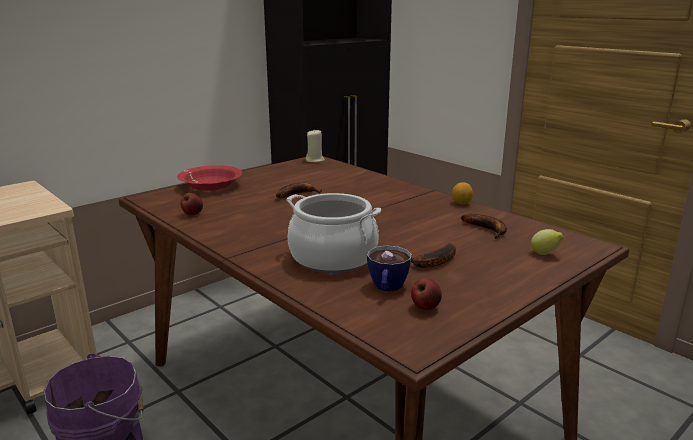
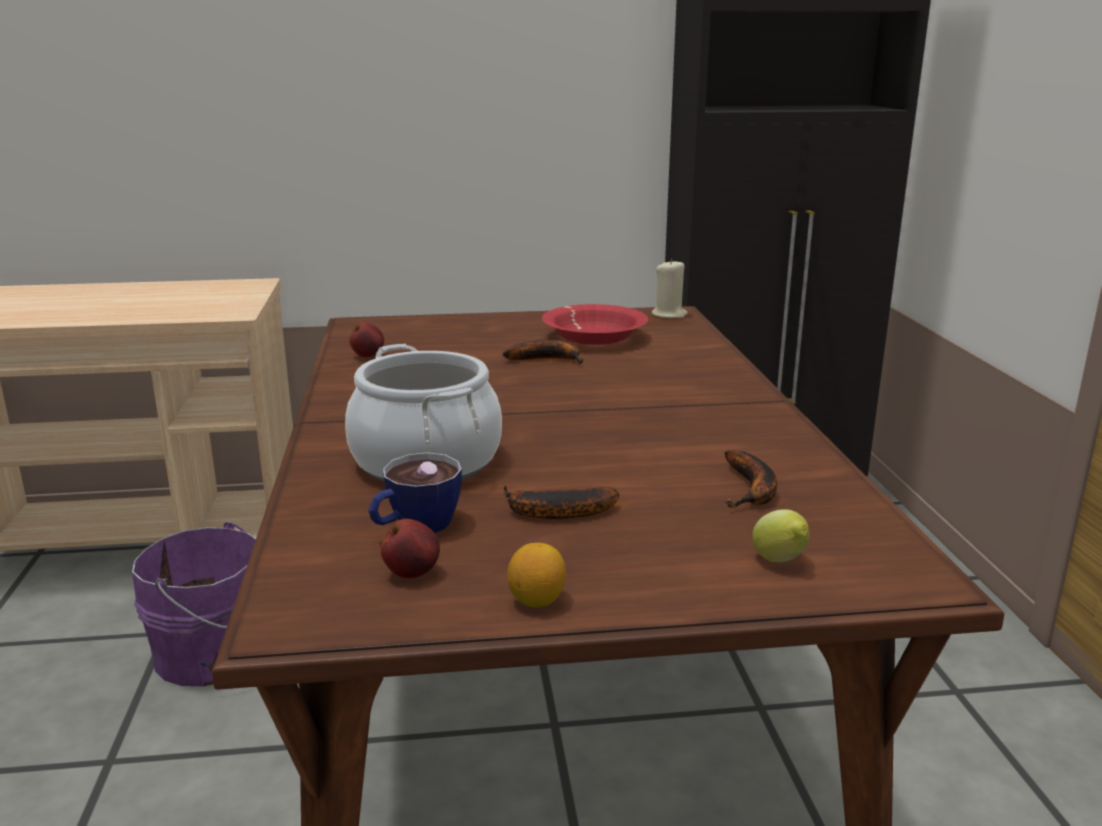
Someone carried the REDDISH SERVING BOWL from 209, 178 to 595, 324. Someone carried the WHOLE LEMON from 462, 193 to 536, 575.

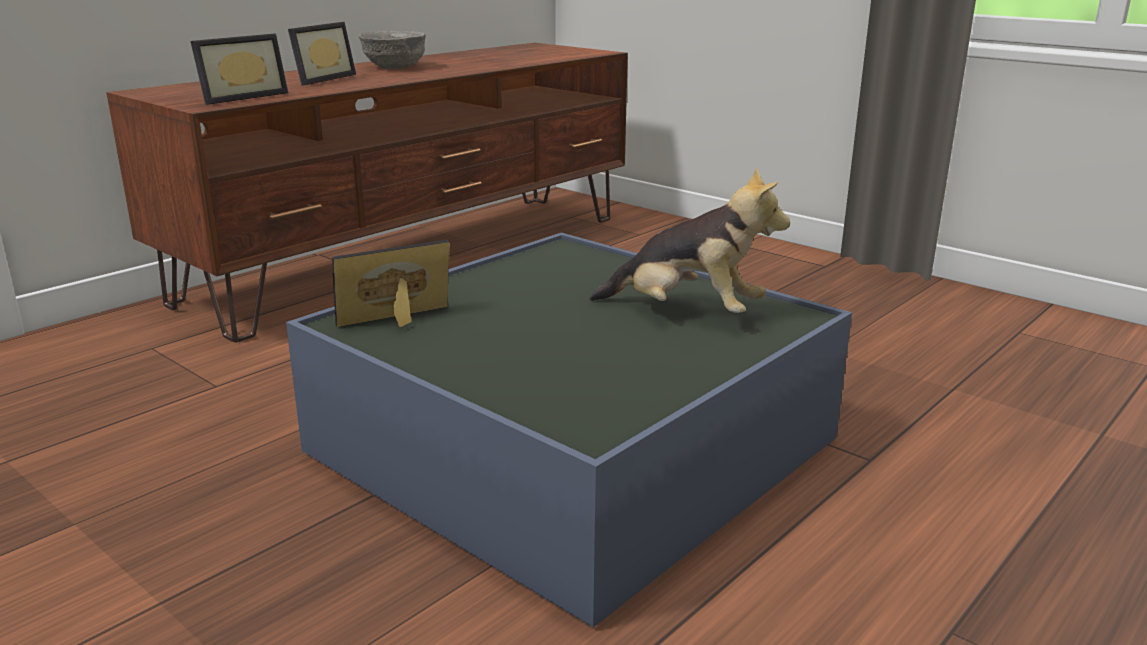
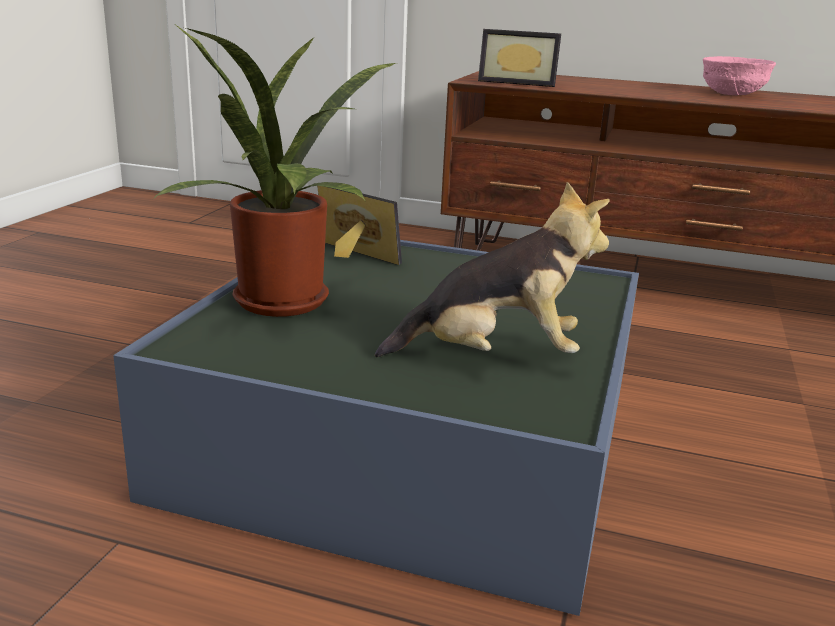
Someone took away the PHOTO FRAME at 322, 54. Someone repainted the GRAY SERVING BOWL at 392, 50, which became the PINK SERVING BOWL at 739, 75. Someone rotated the SOFT TOY at 689, 240 by 90 degrees counterclockwise. Someone put down the PLANT IN A POT at 274, 171.

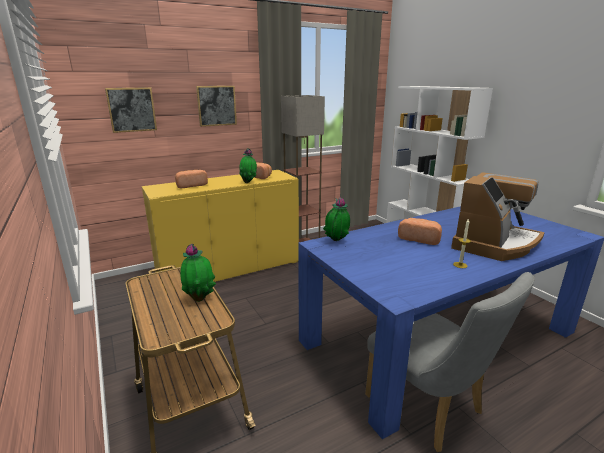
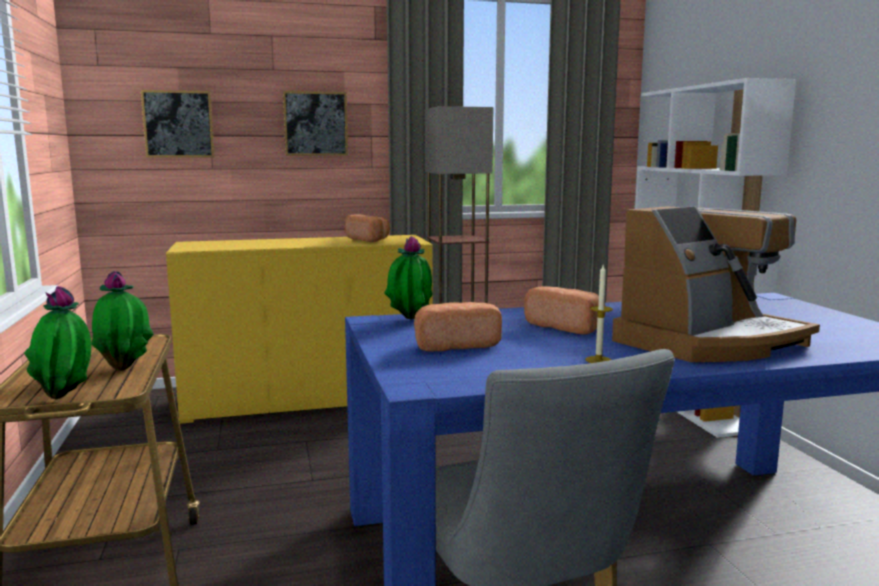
Someone carried the BAKERY BREAD from 191, 179 to 458, 326. Someone carried the PLANT IN A POT from 248, 165 to 57, 342.

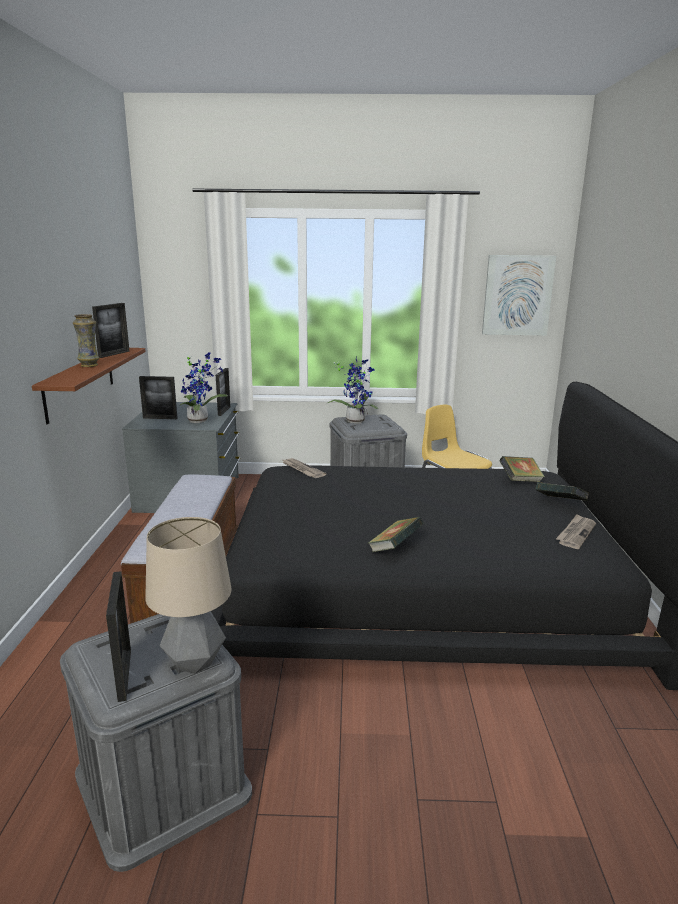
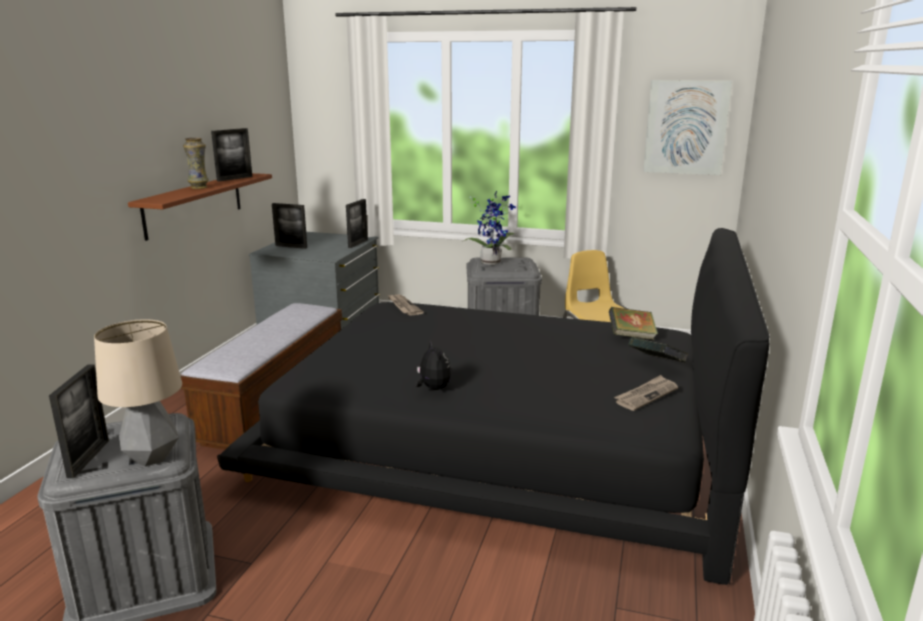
Someone took away the PLANT IN A POT at 203, 387. Someone swapped the VOLUME at 396, 534 for the SOFT TOY at 433, 365.

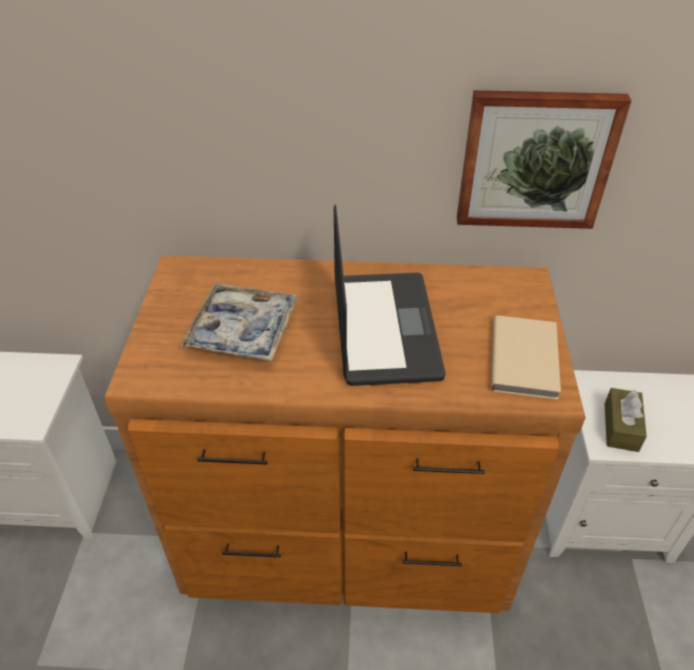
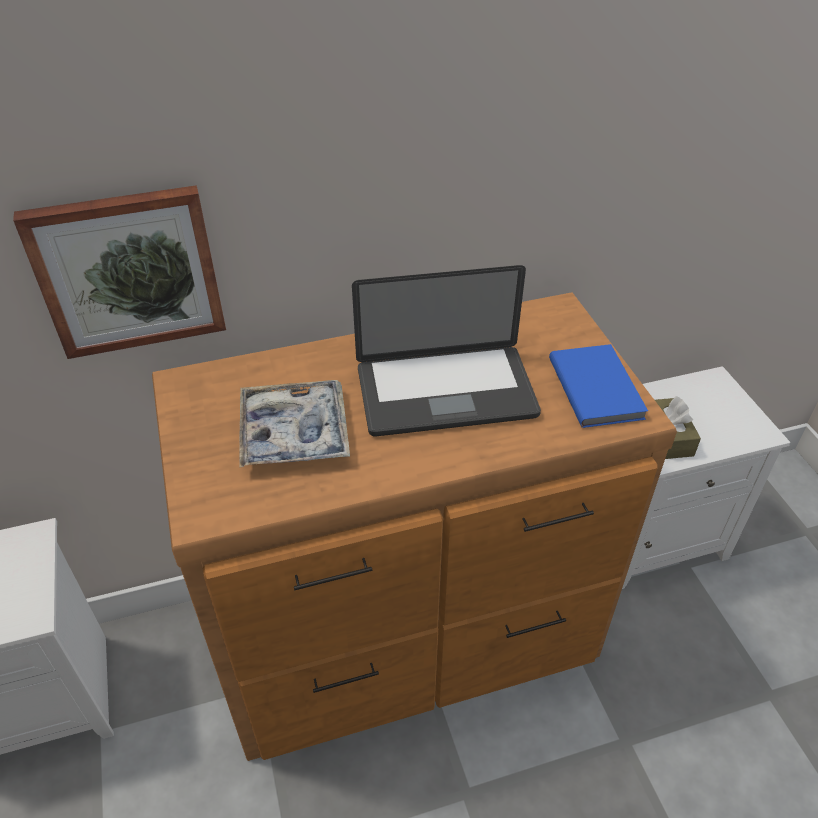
Someone rotated the PORTABLE COMPUTER at 389, 295 by 105 degrees clockwise. Someone carried the WALL ART from 544, 159 to 119, 272. Someone repainted the BEIGE-COLOURED VOLUME at 526, 357, which became the BLUE VOLUME at 598, 386.

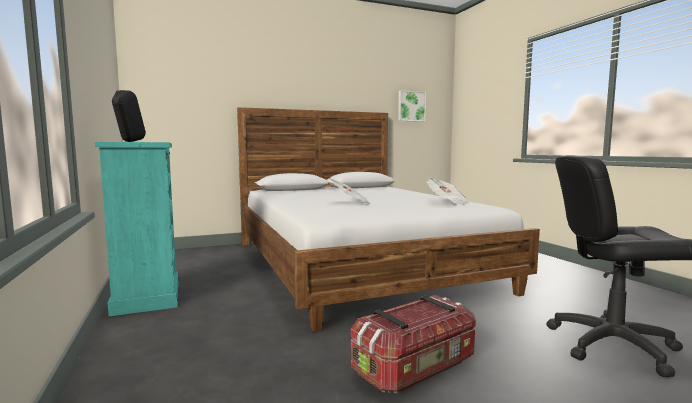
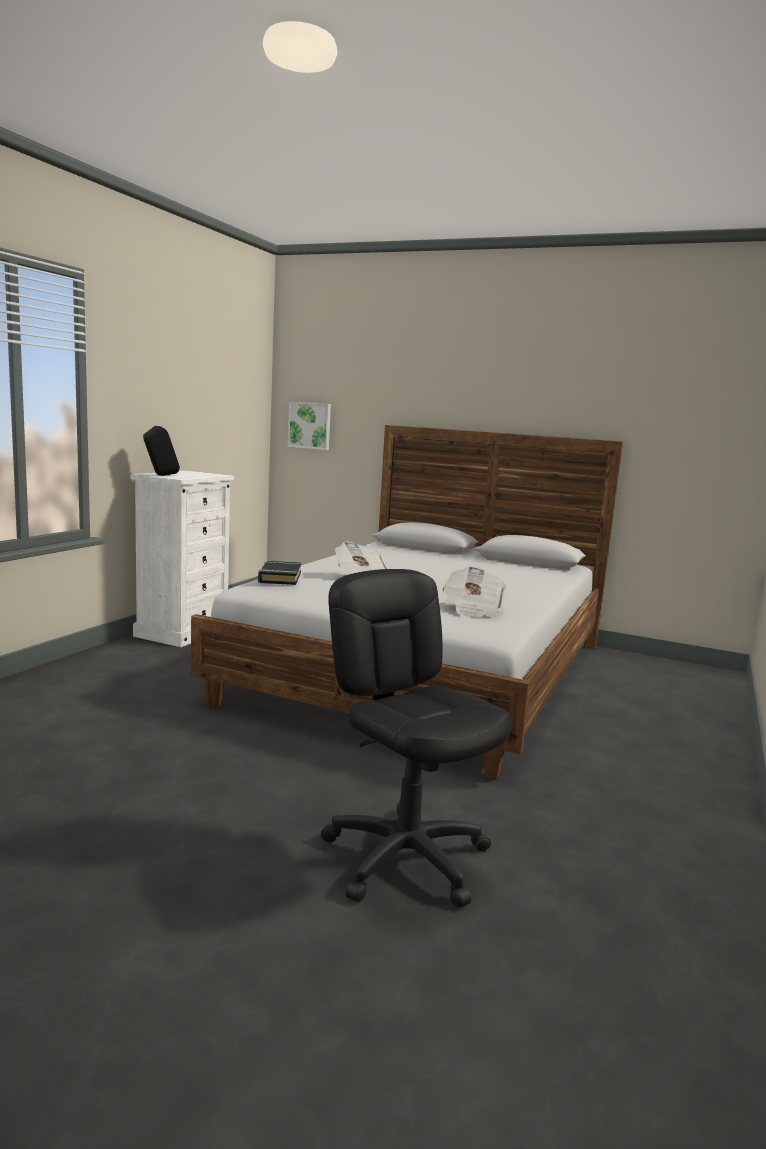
Someone repainted the BLUE-GREEN DRAWER CHEST at 137, 229, which became the WHITE-COLOURED DRAWER CHEST at 182, 558. Someone took away the STORAGE BIN at 413, 344. Someone carried the WALL ART from 412, 106 to 309, 426. Someone put down the BLACKISH VOLUME at 280, 572.

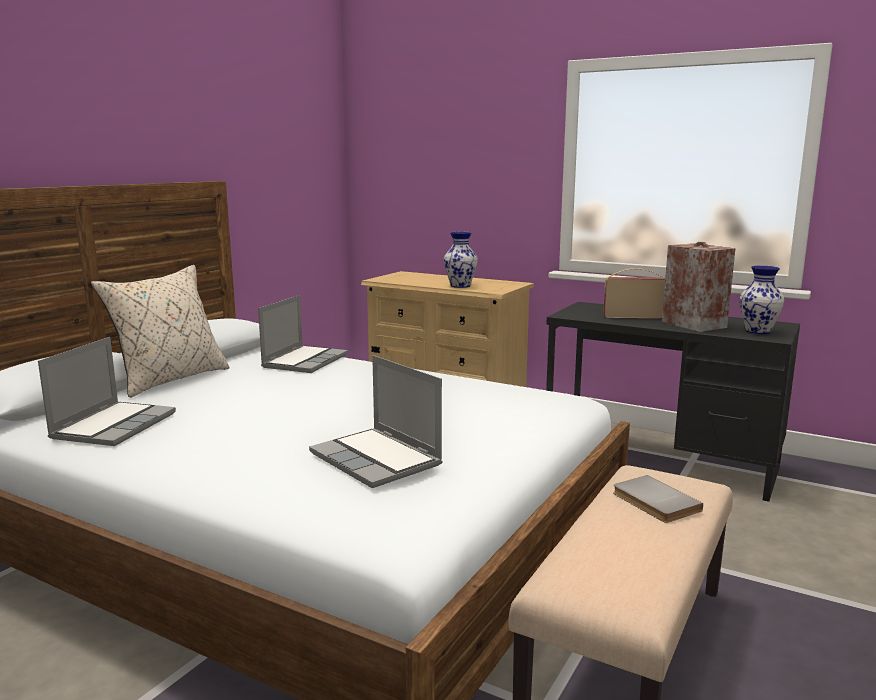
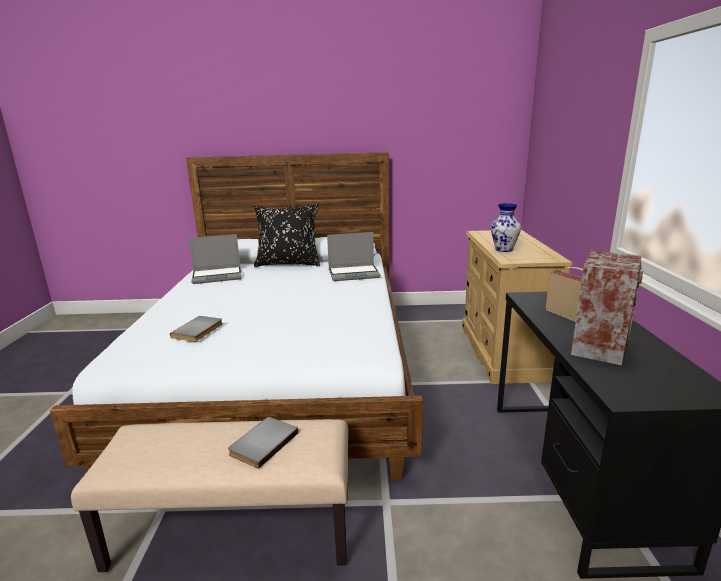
Someone repainted the BEIGE-COLOURED PILLOW at 160, 331, which became the BLACKISH PILLOW at 287, 235. Someone swapped the PORTABLE COMPUTER at 376, 421 for the GRAY VOLUME at 196, 329. Someone took away the FLOWER VASE at 762, 300.

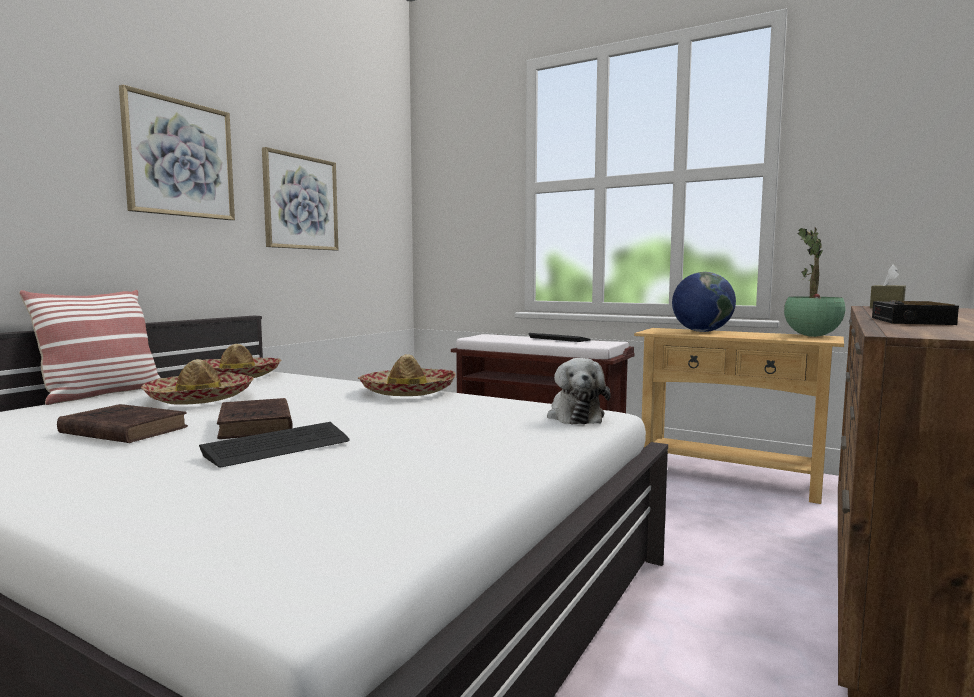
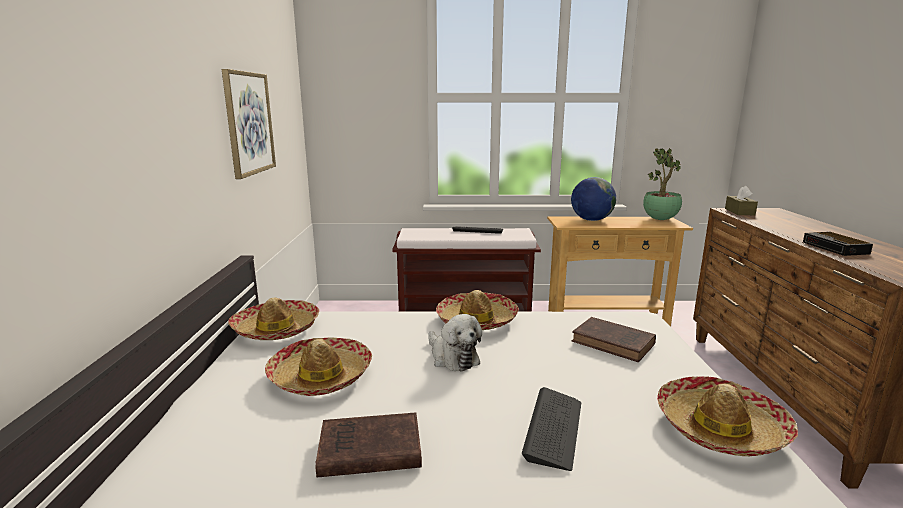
Someone took away the PILLOW at 90, 347. Someone took away the WALL ART at 177, 152. Someone carried the BROWNISH VOLUME from 255, 418 to 614, 339. Someone carried the SOFT TOY from 579, 391 to 455, 342. Someone put down the WEARABLE HAT at 727, 416.

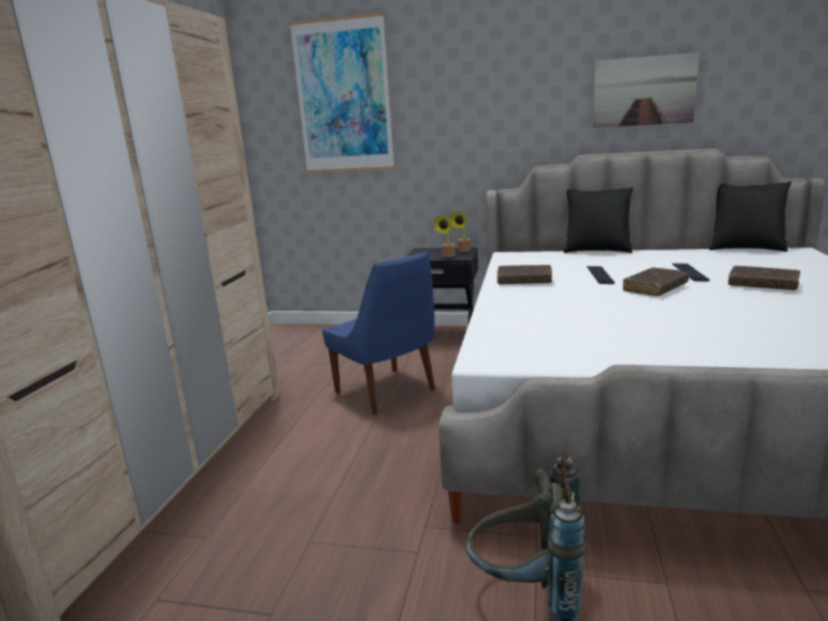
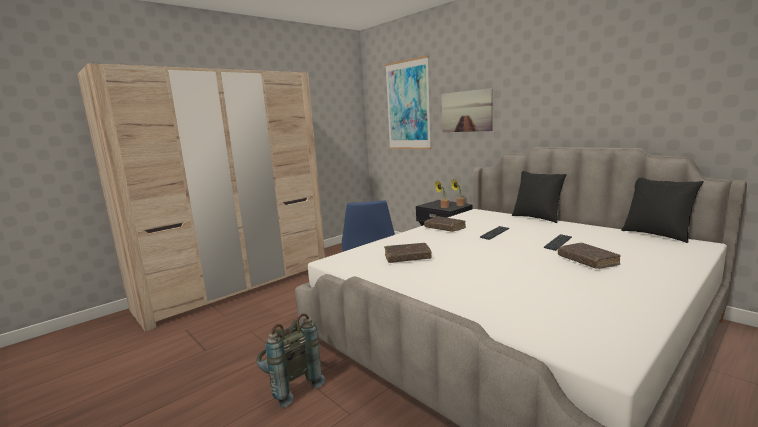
Someone carried the WALL ART from 646, 90 to 467, 110. Someone carried the BROWNISH VOLUME from 656, 281 to 408, 253.

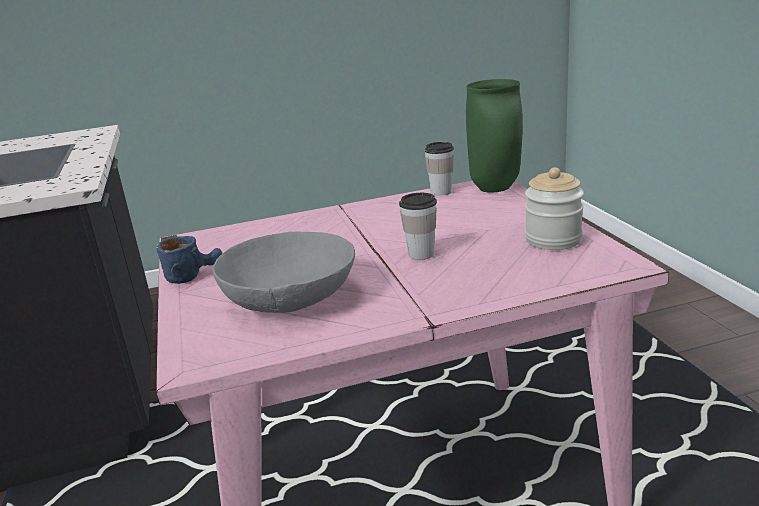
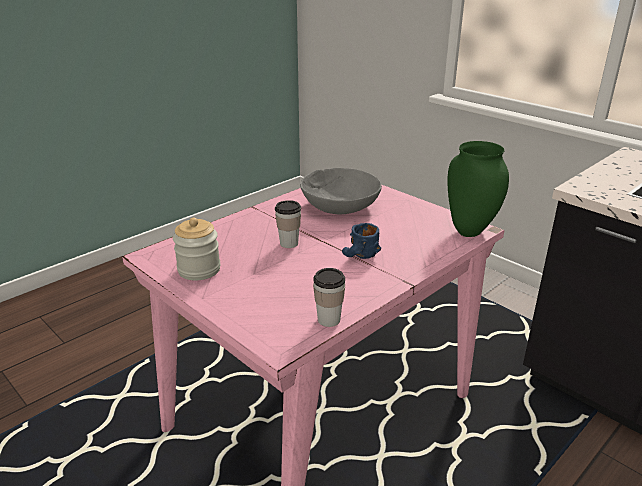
Someone carried the BLUE MUG from 189, 260 to 361, 241. Someone carried the GREEN-COLOURED FLOWER VASE from 494, 136 to 478, 189.

